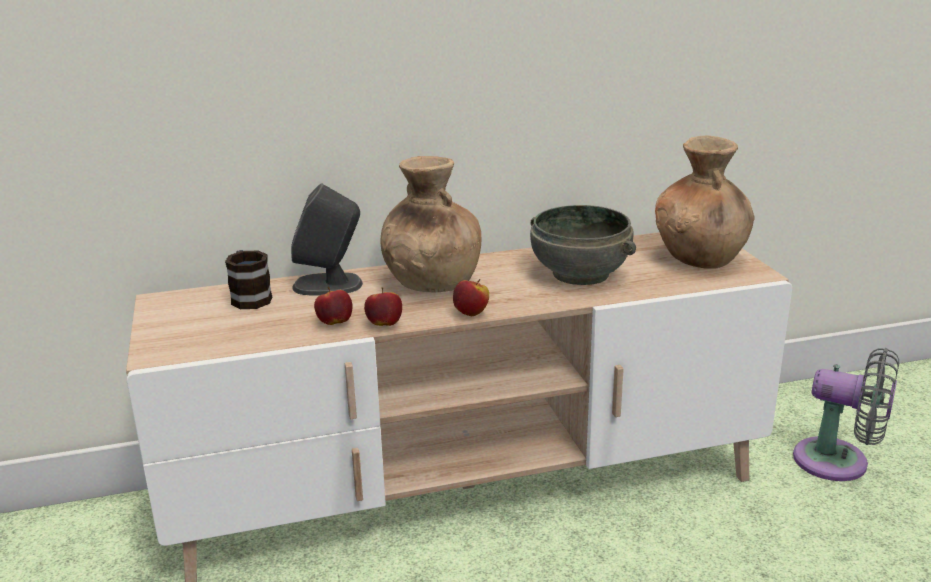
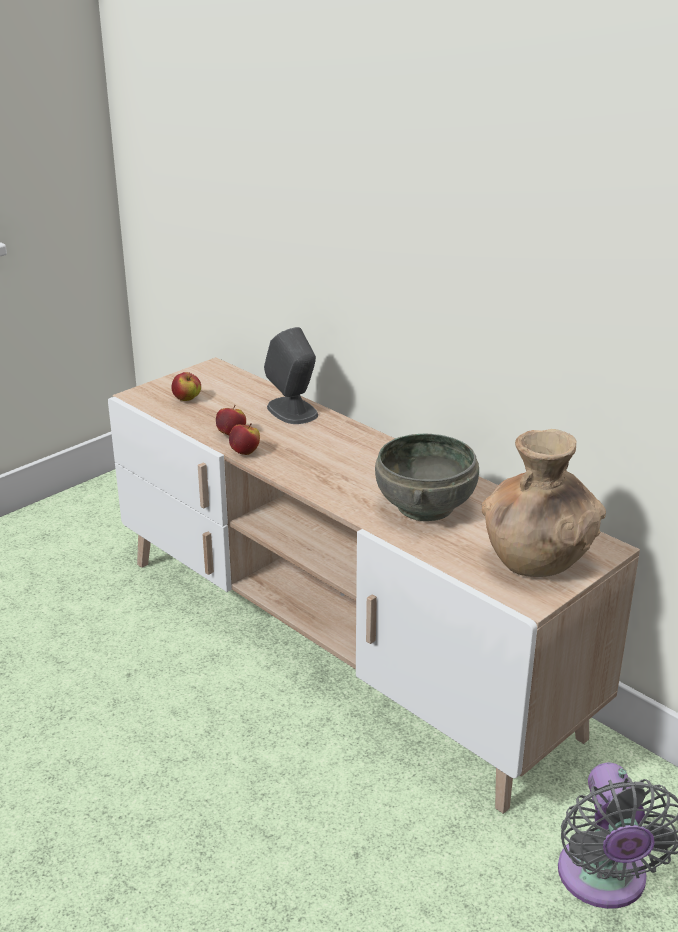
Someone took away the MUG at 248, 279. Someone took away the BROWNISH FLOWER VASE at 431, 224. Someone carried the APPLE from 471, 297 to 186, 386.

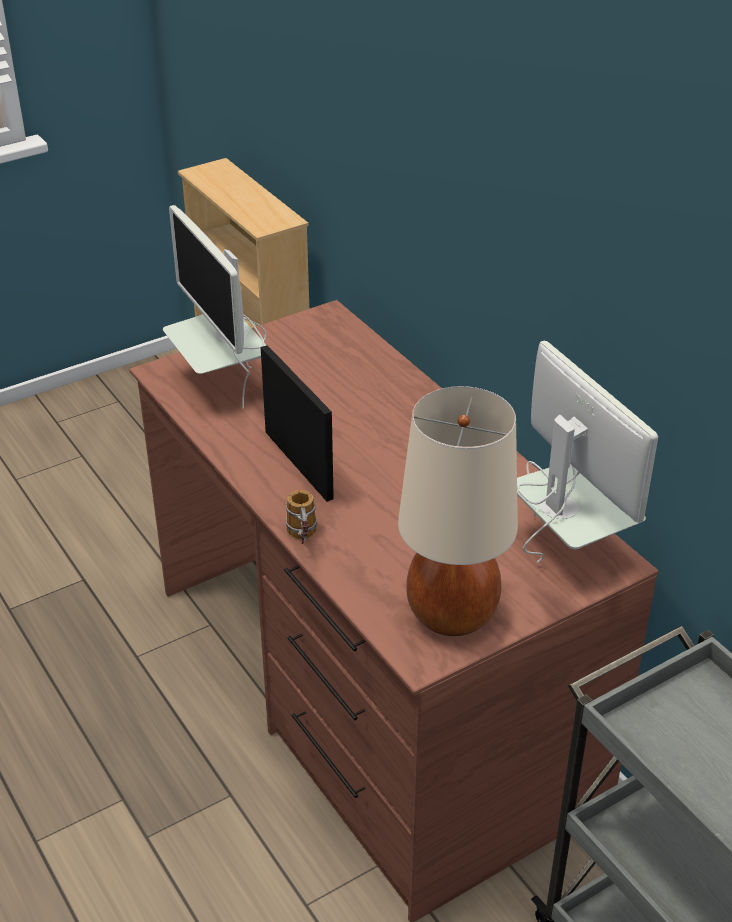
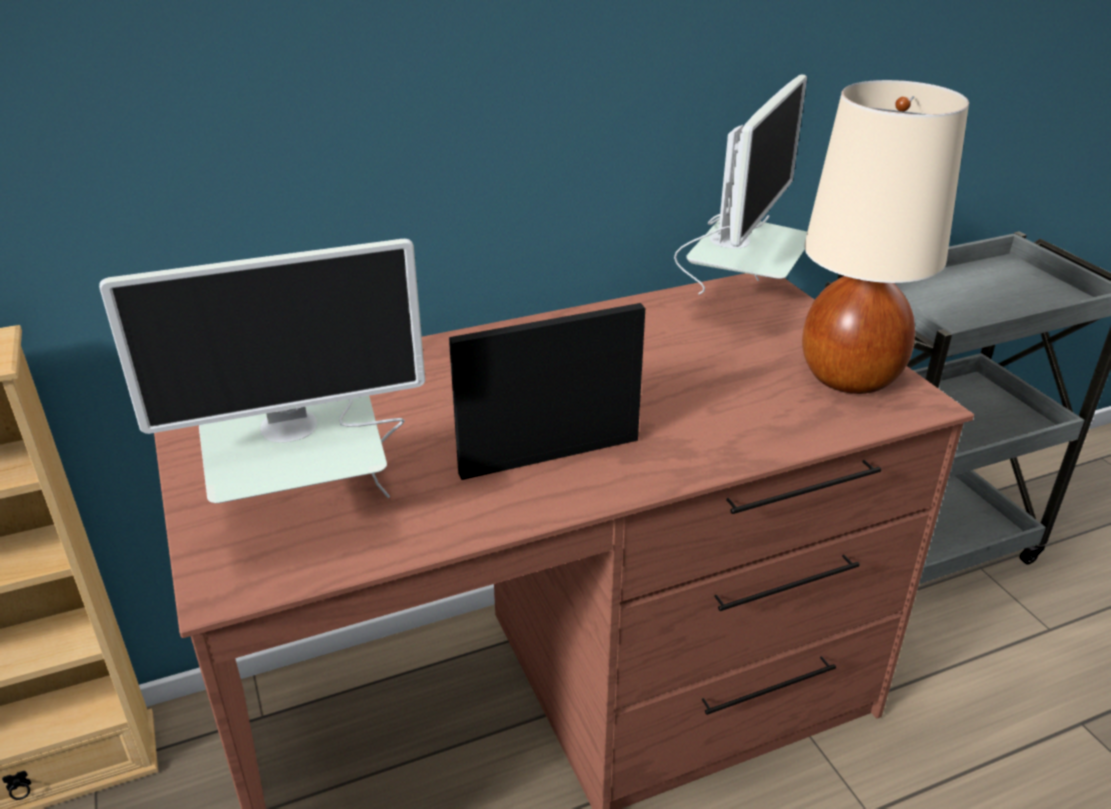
Someone took away the MUG at 301, 517. Someone rotated the COMPUTER DISPLAY at 587, 452 by 135 degrees clockwise.

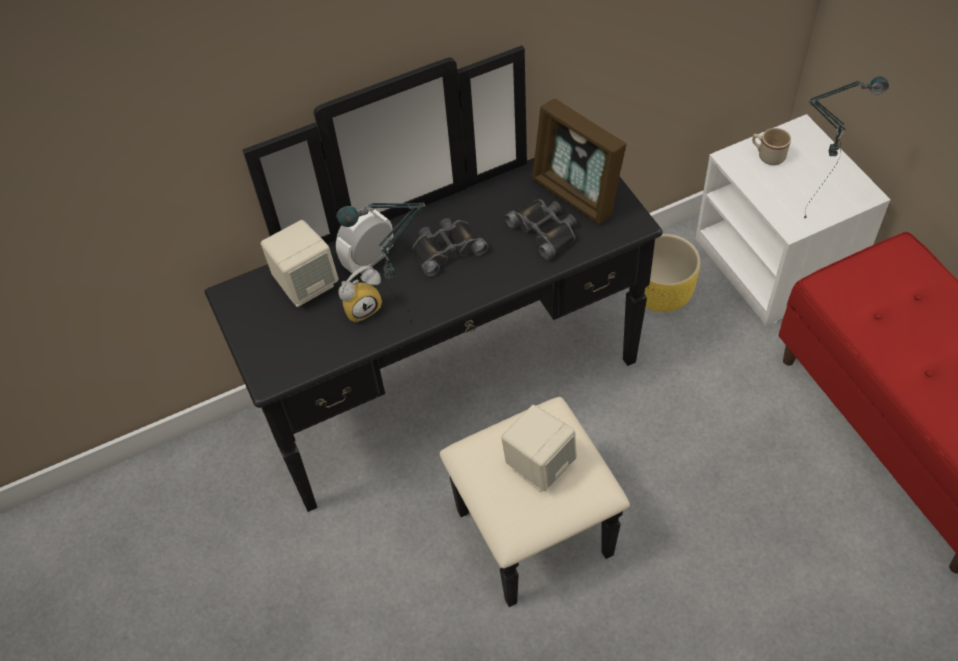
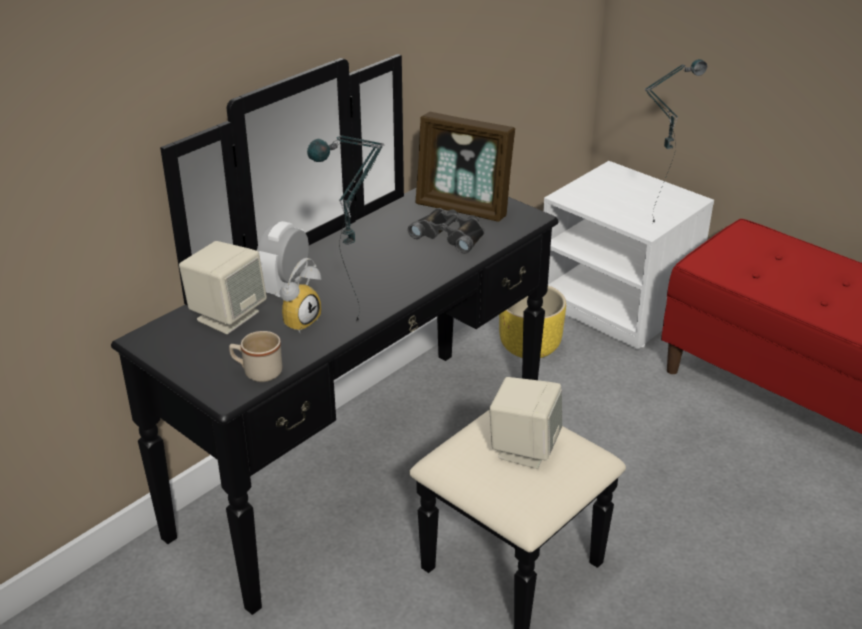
Someone took away the BLACKISH PAIR OF BINOCULARS at 450, 247. Someone carried the BEIGE-COLOURED MUG from 771, 146 to 255, 356.

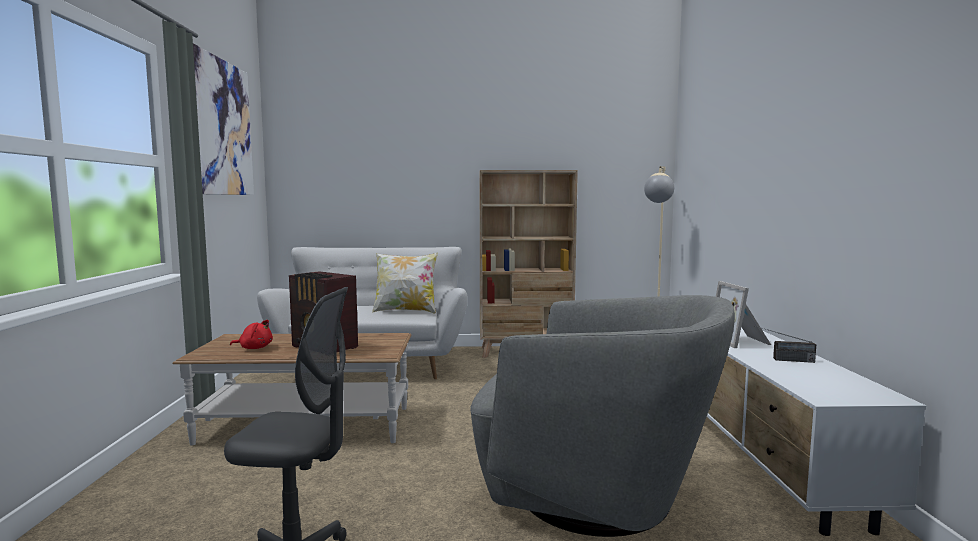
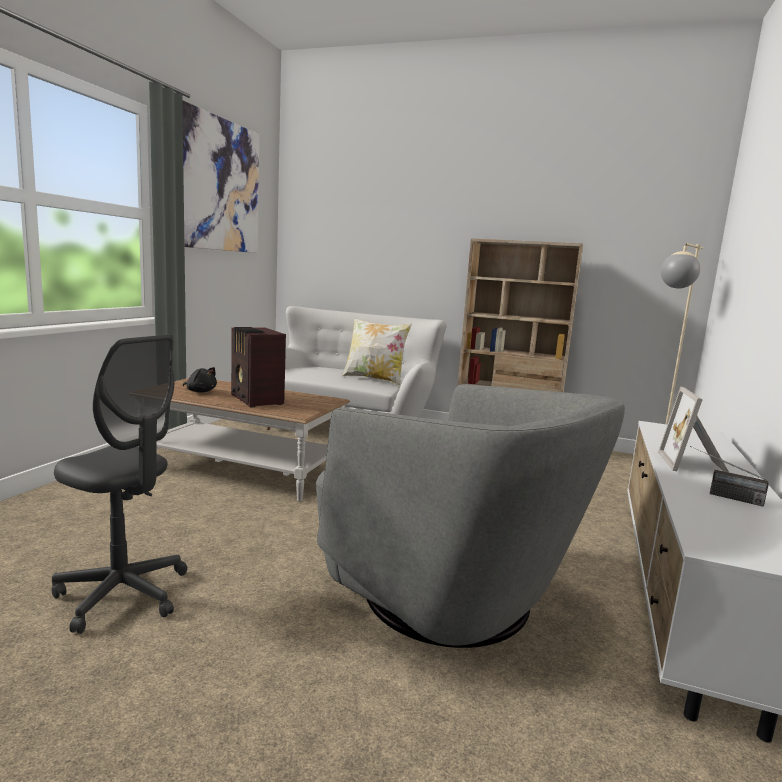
Someone repainted the REDDISH SOFT TOY at 251, 334, which became the BLACKISH SOFT TOY at 200, 380.

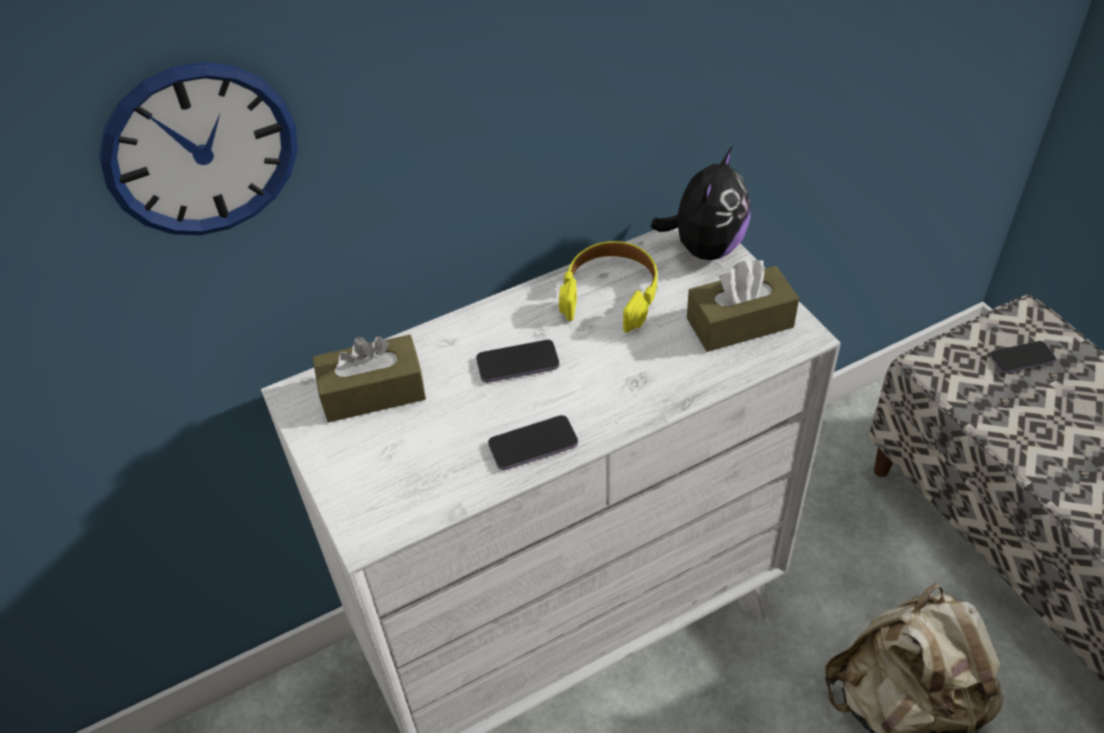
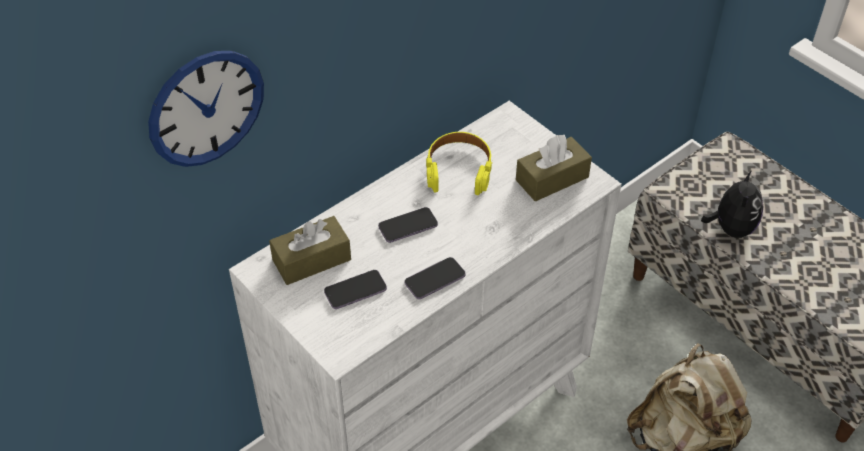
Someone carried the SOFT TOY from 700, 203 to 732, 204. Someone carried the PHONE from 1023, 357 to 355, 289.

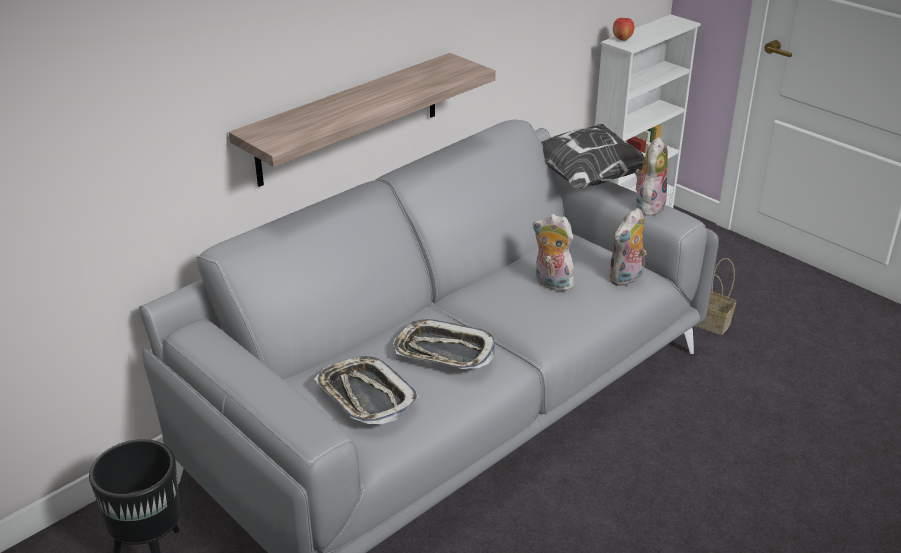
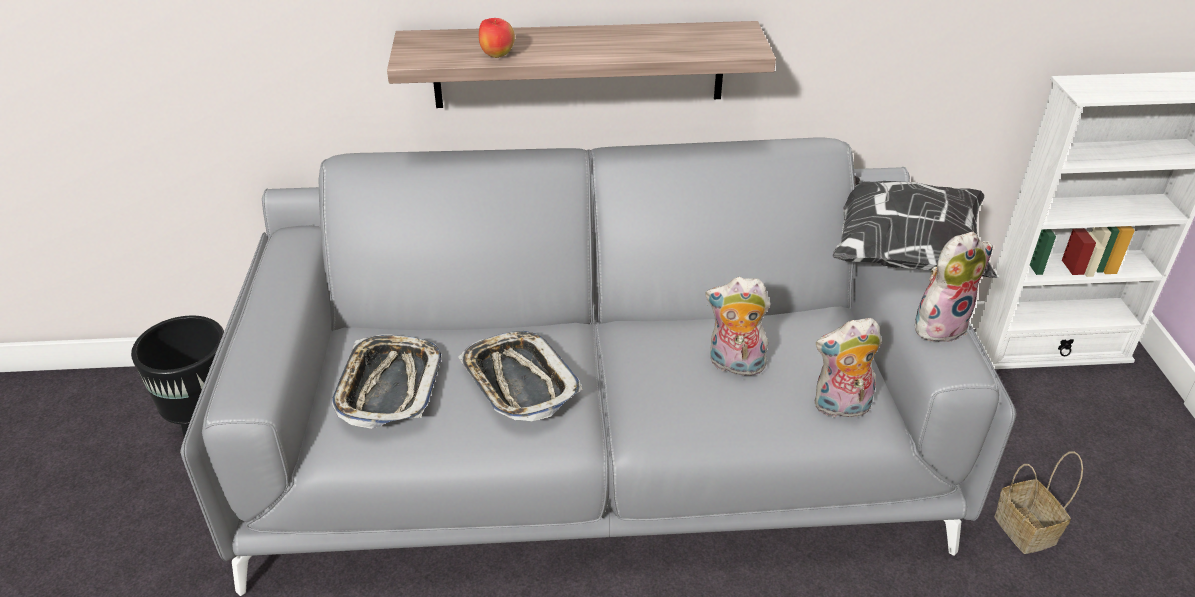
Someone rotated the SOFT TOY at 554, 252 by 60 degrees counterclockwise. Someone carried the APPLE from 623, 29 to 497, 38.

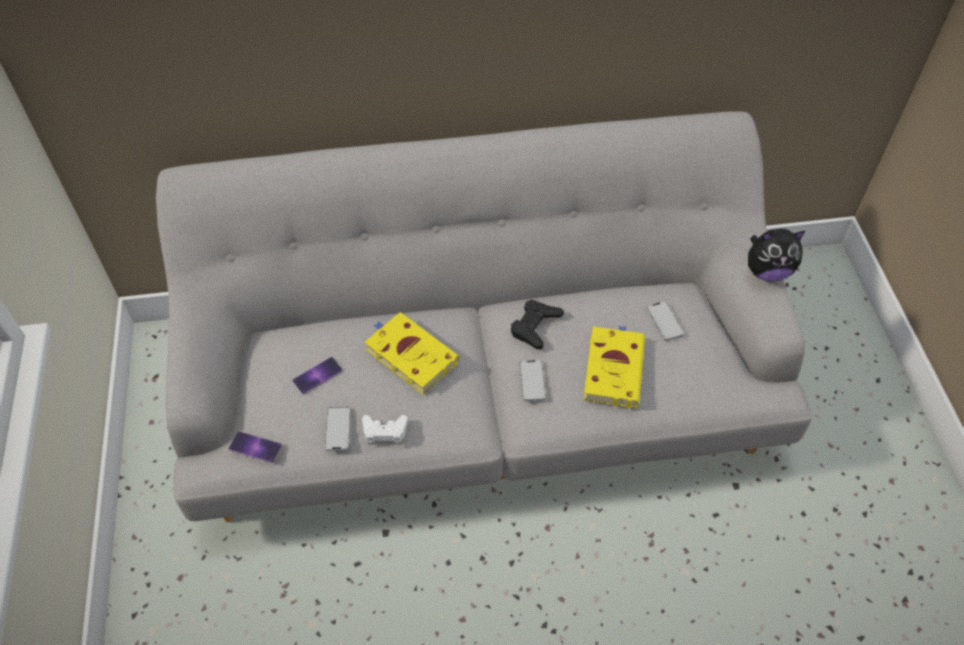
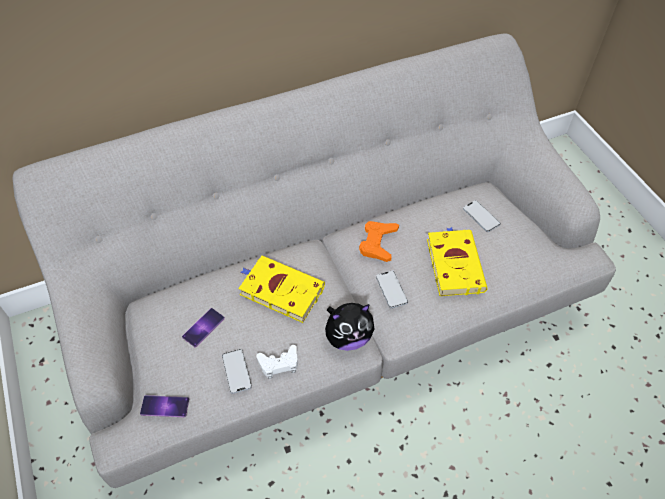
Someone repainted the BLACKISH GAMEPAD at 537, 324, which became the ORANGEY GAMEPAD at 379, 241. Someone carried the SOFT TOY from 777, 255 to 350, 327.

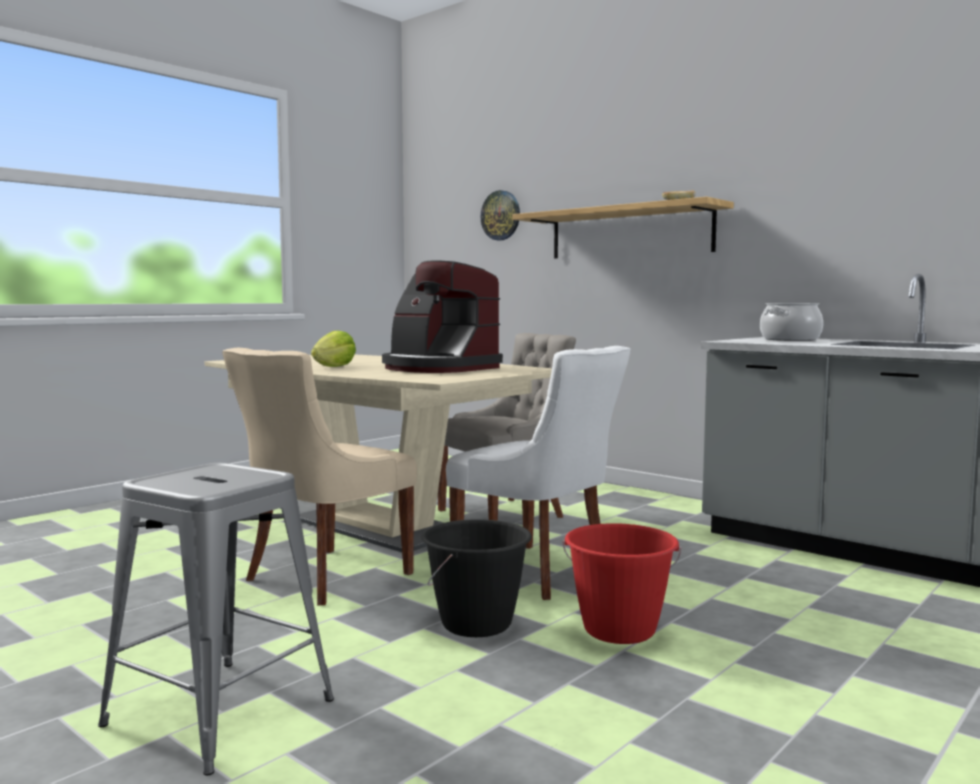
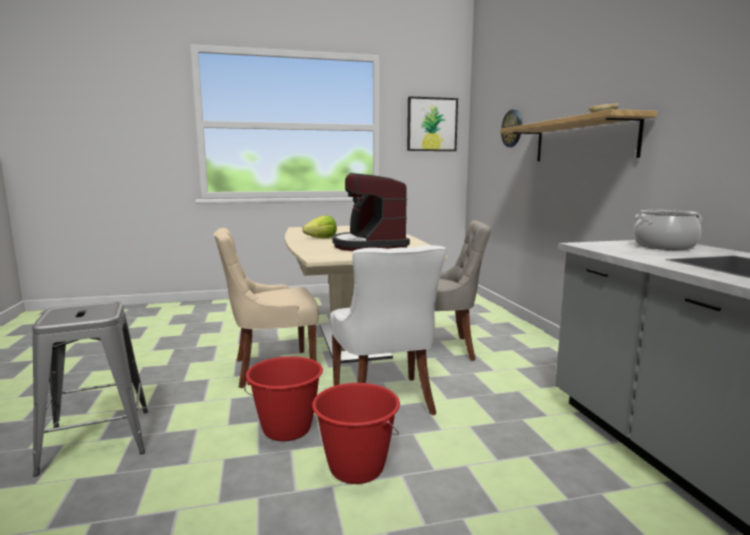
Someone repainted the BLACKISH BUCKET at 476, 578, which became the REDDISH BUCKET at 283, 398. Someone put up the WALL ART at 432, 123.

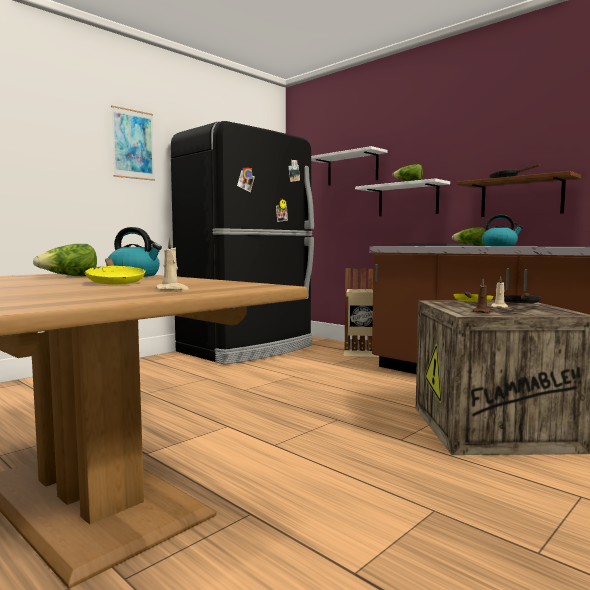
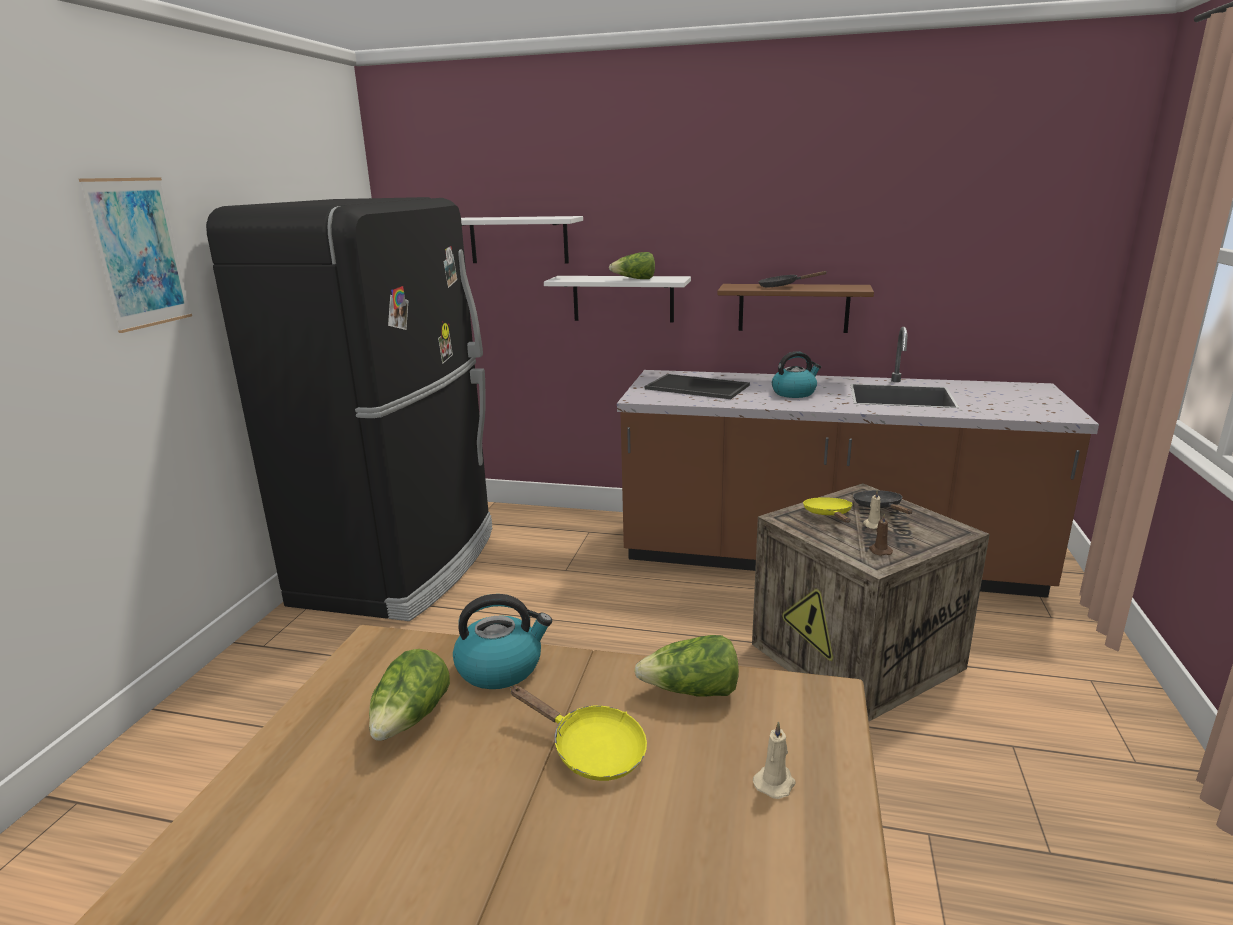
Someone took away the BEIGE-COLOURED RUBBISH BIN at 361, 312. Someone carried the HEAD OF LETTUCE from 468, 236 to 686, 665.

